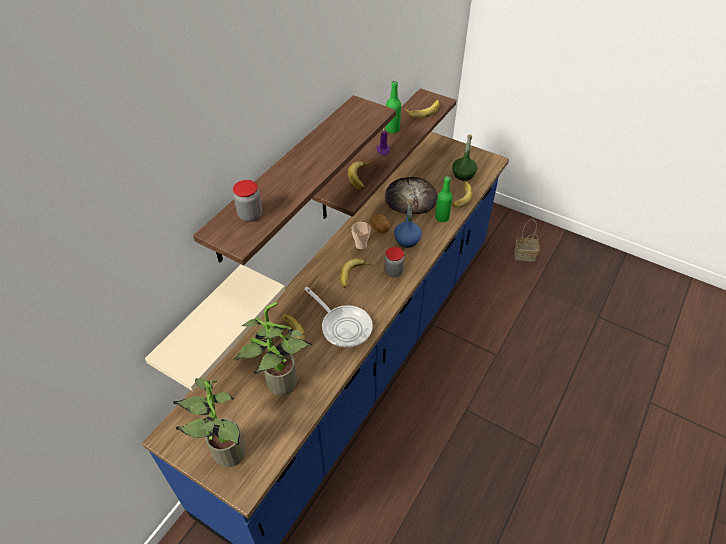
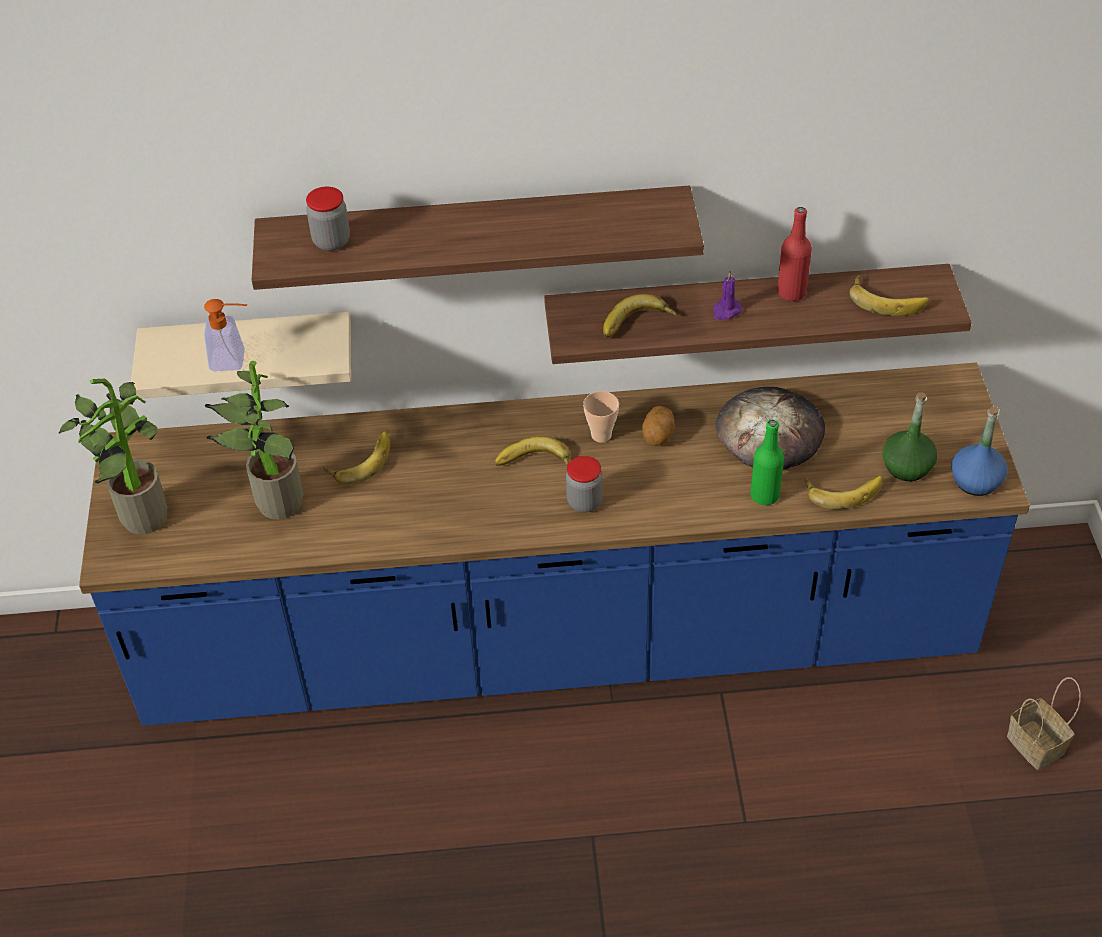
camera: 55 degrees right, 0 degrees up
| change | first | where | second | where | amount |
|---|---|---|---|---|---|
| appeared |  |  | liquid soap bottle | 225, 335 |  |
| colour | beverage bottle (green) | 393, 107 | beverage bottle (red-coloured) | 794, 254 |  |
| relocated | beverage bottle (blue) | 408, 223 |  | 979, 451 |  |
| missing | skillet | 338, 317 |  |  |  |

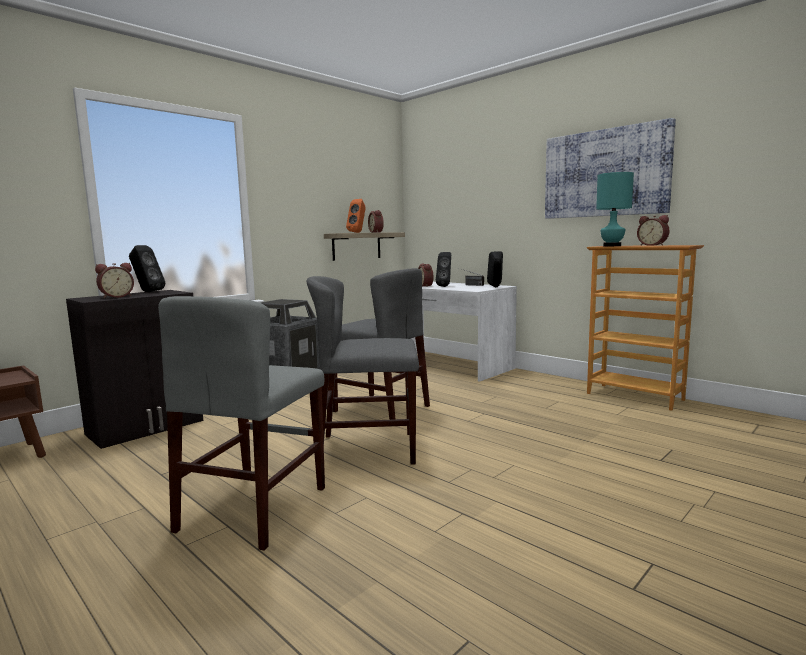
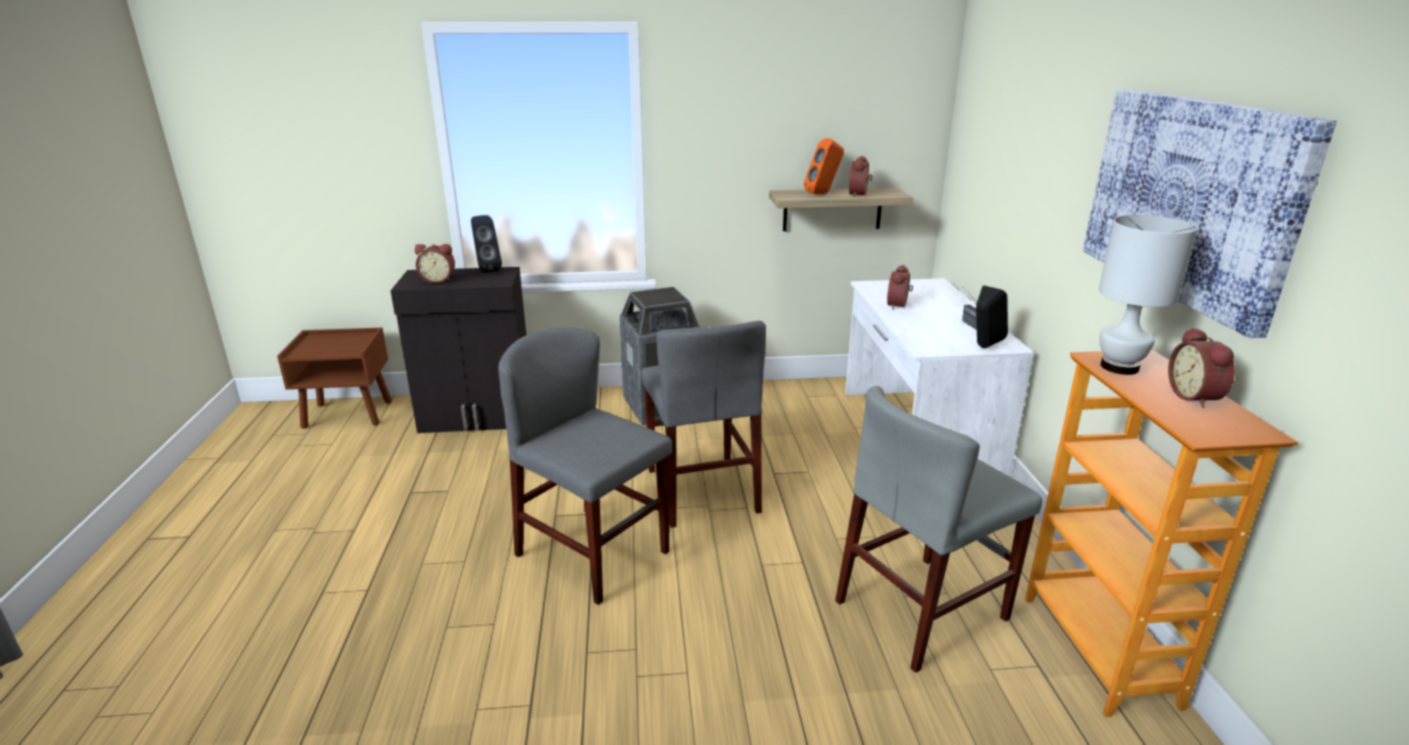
camera: 40 degrees right, 15 degrees up
| change | first | where | second | where | amount |
|---|---|---|---|---|---|
| relocated | plain chair (greyish) | 241, 423 |  | 938, 529 |  |
| colour | lamp for a table (blue-green) | 615, 209 | lamp for a table (white-coloured) | 1148, 295 |  |
| missing | loudspeaker (blackish) | 443, 269 |  |  |  |

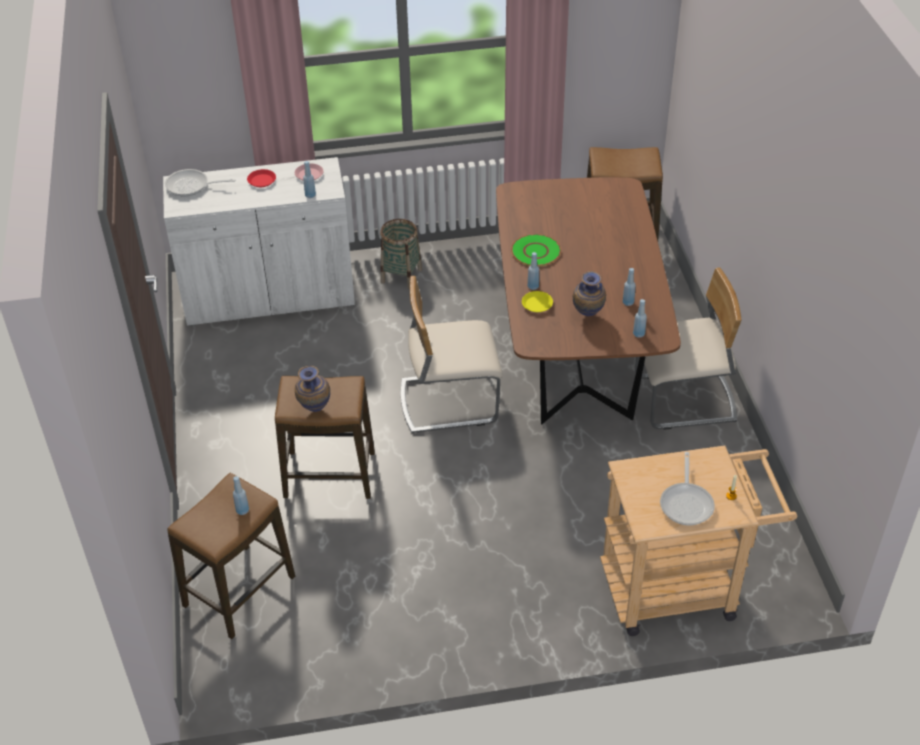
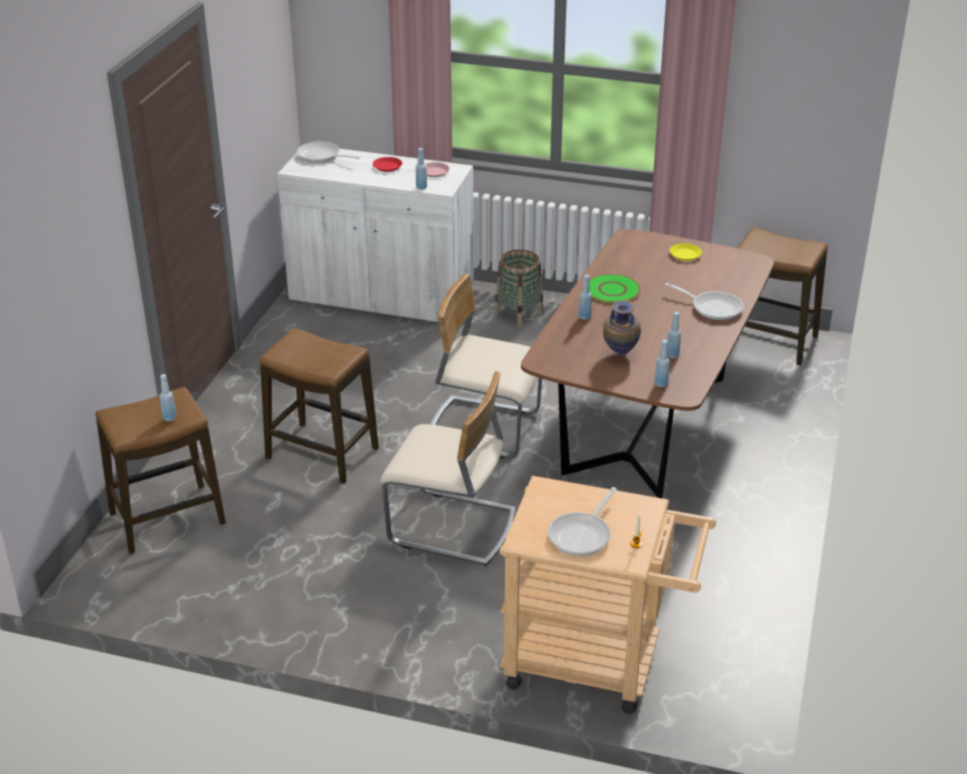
camera: 25 degrees right, 10 degrees down
| change | first | where | second | where | amount |
|---|---|---|---|---|---|
| relocated | plain chair (beige) | 688, 348 |  | 447, 468 |  |
| appeared |  |  | skillet | 704, 301 |  |
| relocated | flat dish (yellow-coloured) | 537, 301 |  | 686, 252 |  |
| missing | flower vase | 312, 389 |  |  |  |

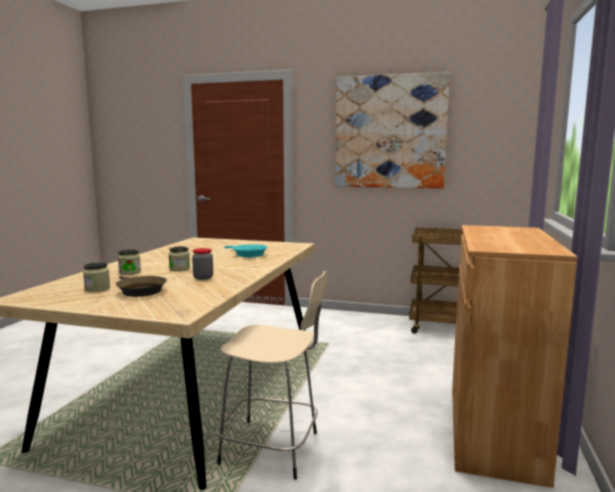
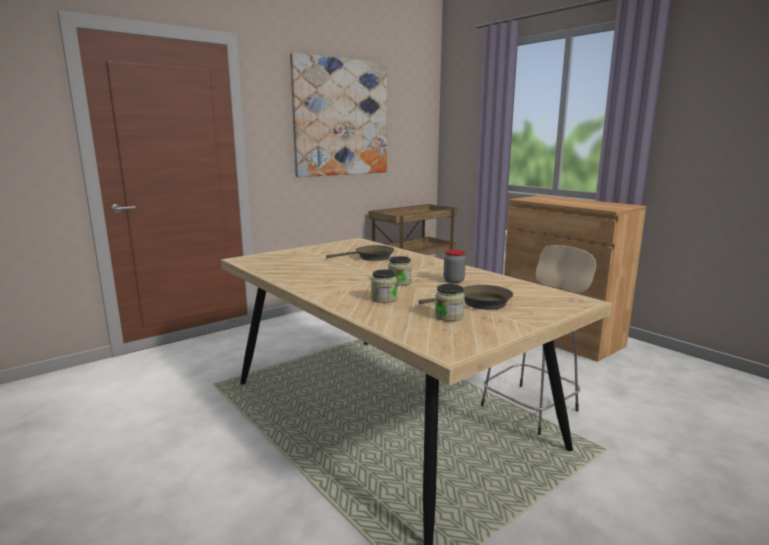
camera: 55 degrees left, 5 degrees up
| change | first | where | second | where | amount |
|---|---|---|---|---|---|
| colour | skillet (blue-green) | 246, 250 | skillet (brownish) | 360, 253 |  |

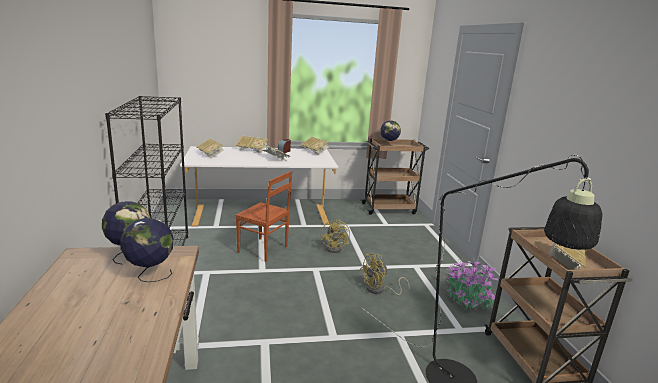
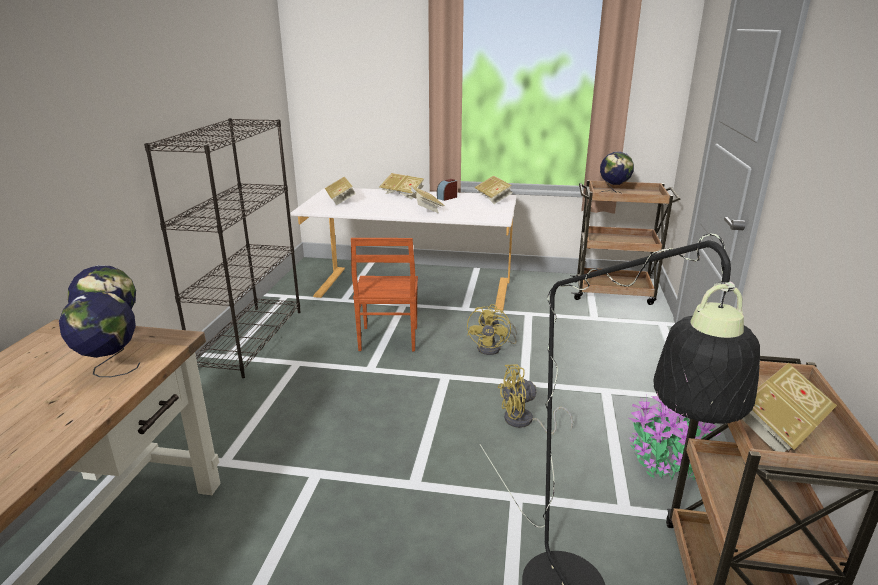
camera: 20 degrees right, 5 degrees up
| change | first | where | second | where | amount |
|---|---|---|---|---|---|
| spun | plain chair (brownish) | 263, 216 |  | 384, 294 | 45 degrees clockwise |

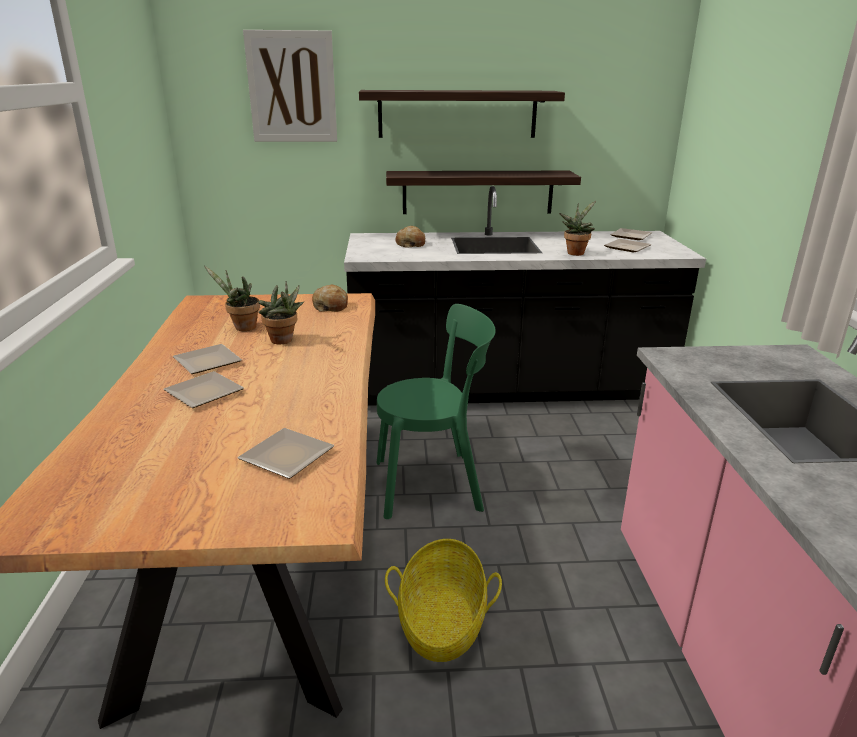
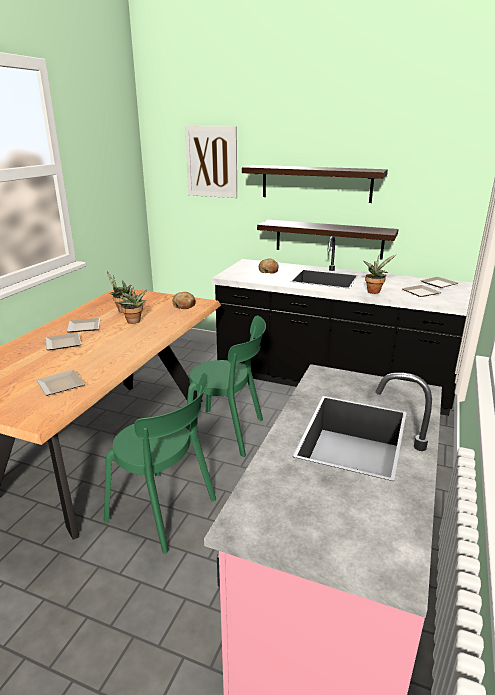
camera: 25 degrees right, 0 degrees up
| change | first | where | second | where | amount |
|---|---|---|---|---|---|
| exchanged | storage basket | 443, 600 | plain chair (green) | 160, 463 |  |

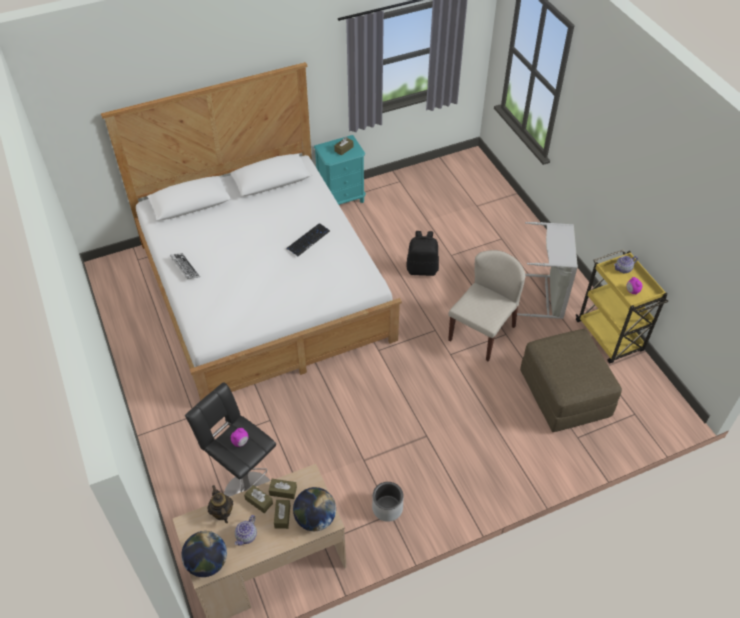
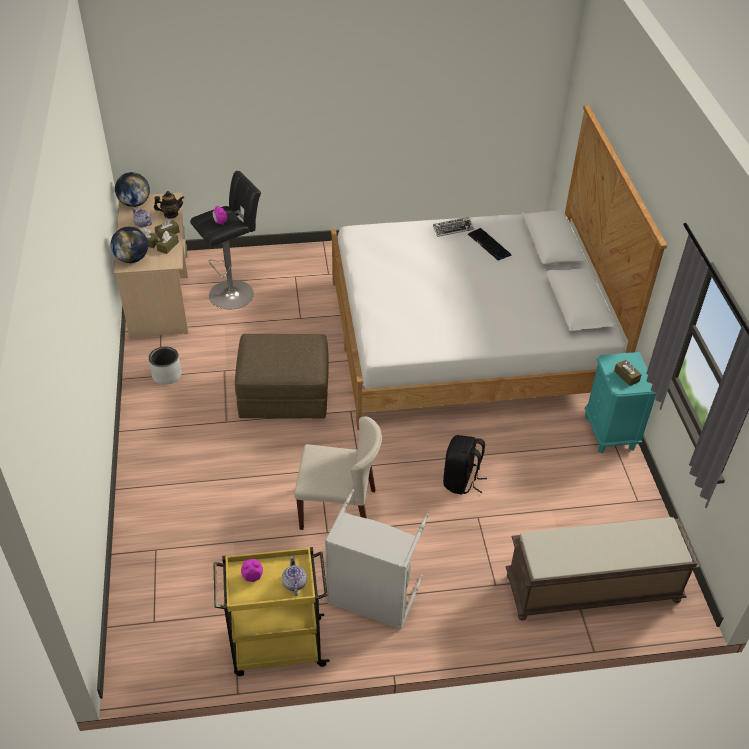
camera: 105 degrees right, 5 degrees down
| change | first | where | second | where | amount |
|---|---|---|---|---|---|
| relocated | pouffe (brownish) | 571, 380 |  | 282, 376 |  |
| spun | plain chair (beige) | 486, 305 |  | 338, 473 | 45 degrees counterclockwise |
| relocated | PC keyboard | 308, 240 |  | 489, 244 |  |
| appeared |  |  | bench (brownish) | 603, 569 |  |

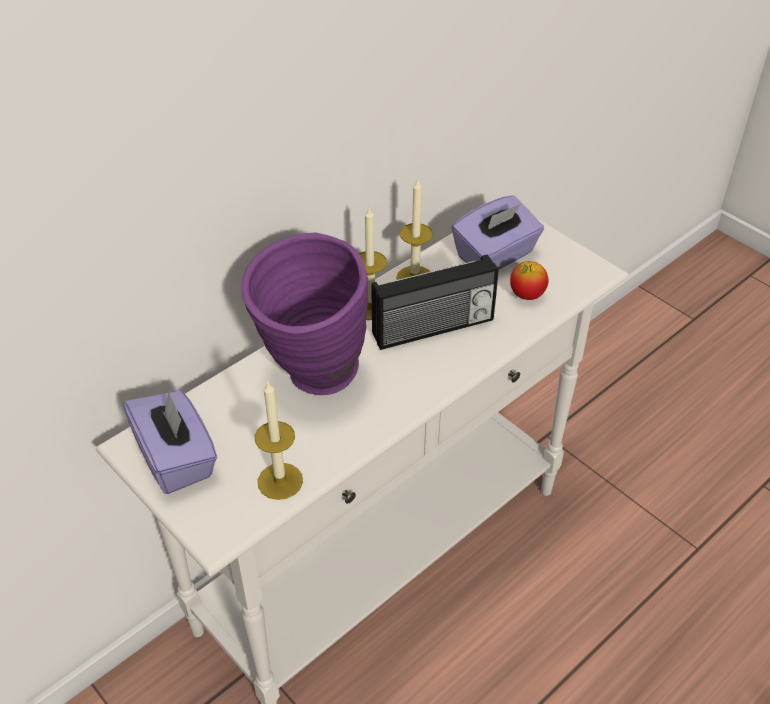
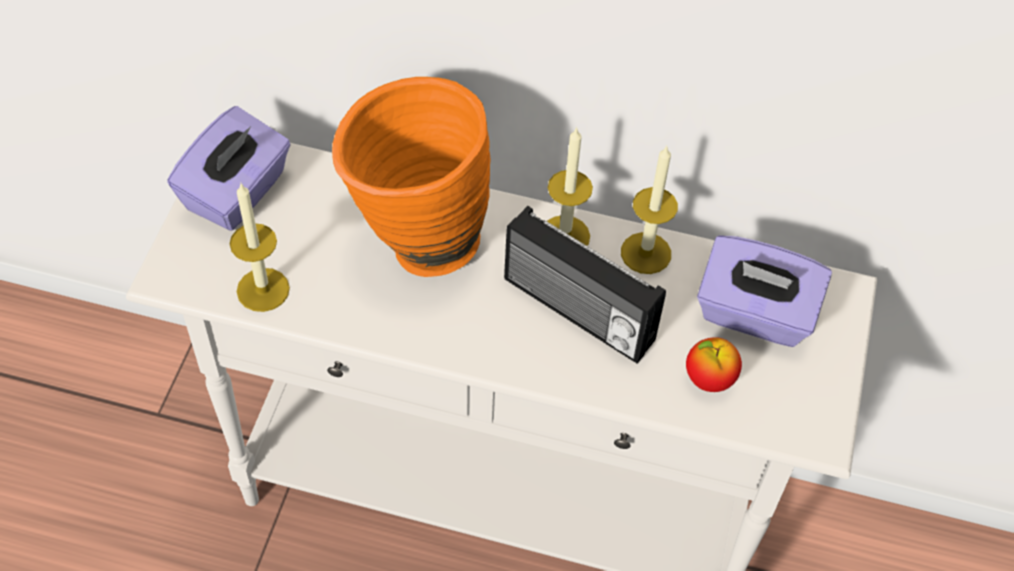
camera: 55 degrees right, 10 degrees up
| change | first | where | second | where | amount |
|---|---|---|---|---|---|
| colour | flower vase (purple-coloured) | 304, 314 | flower vase (orangey) | 411, 177 |  |

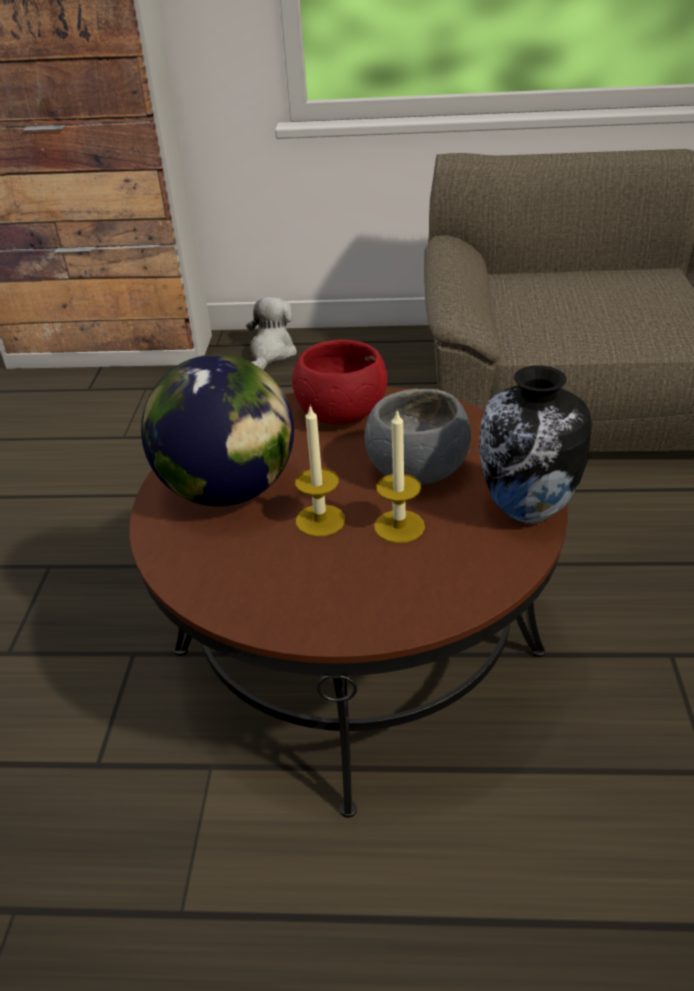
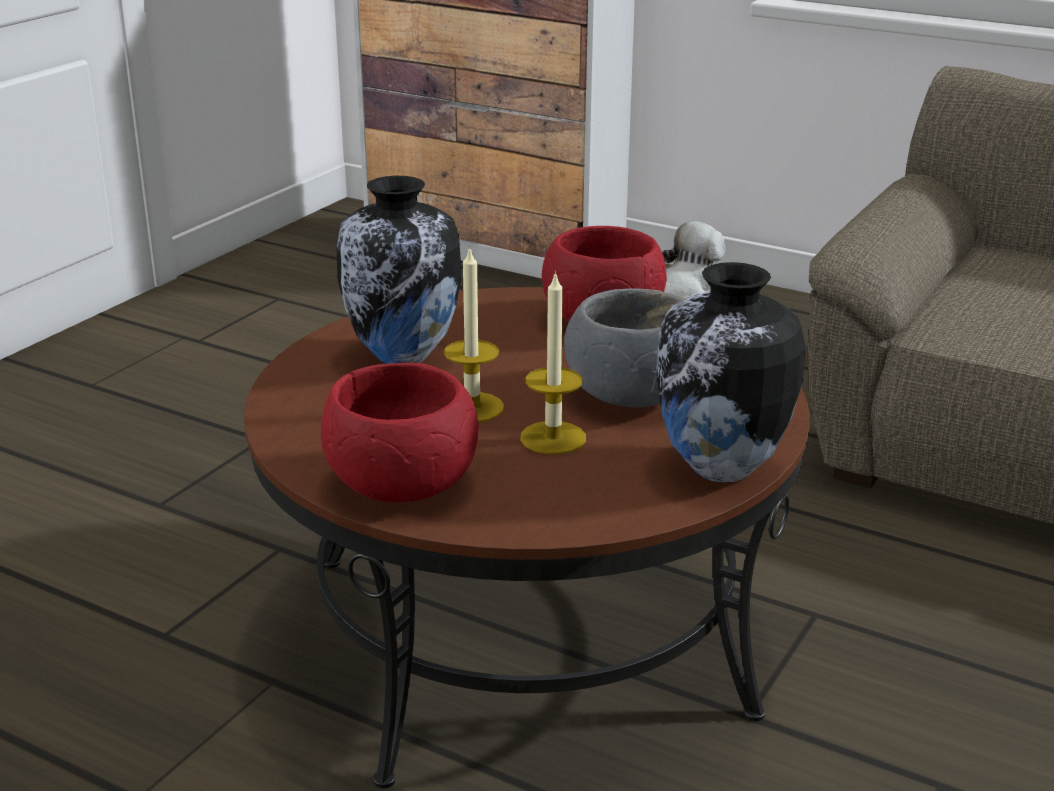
camera: 25 degrees right, 10 degrees down
| change | first | where | second | where | amount |
|---|---|---|---|---|---|
| appeared |  |  | deep dish (red-coloured) | 400, 432 |  |
| exchanged | desk globe | 217, 430 | flower vase | 398, 270 |  |

